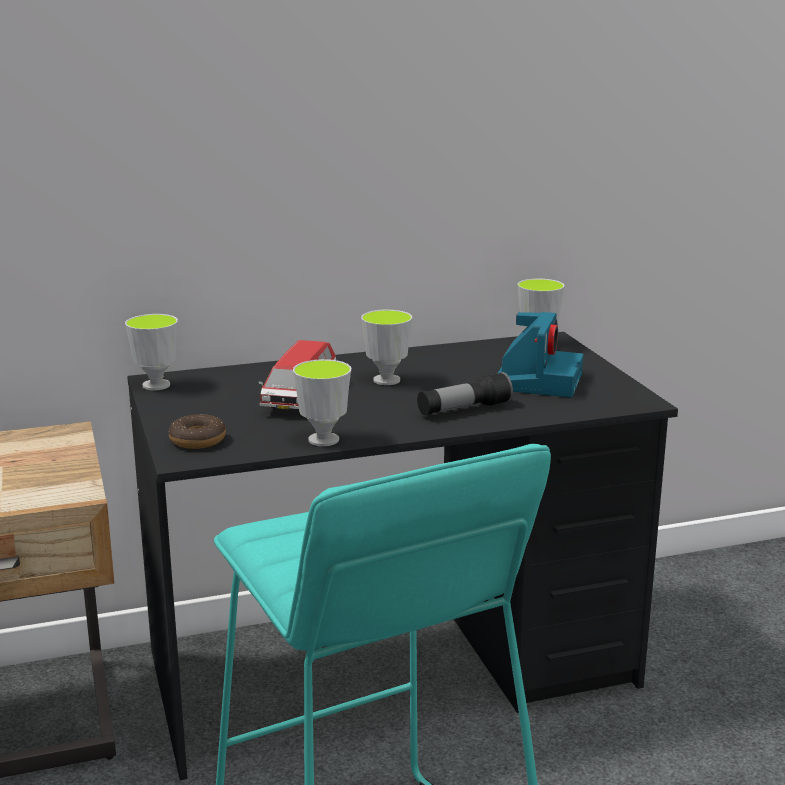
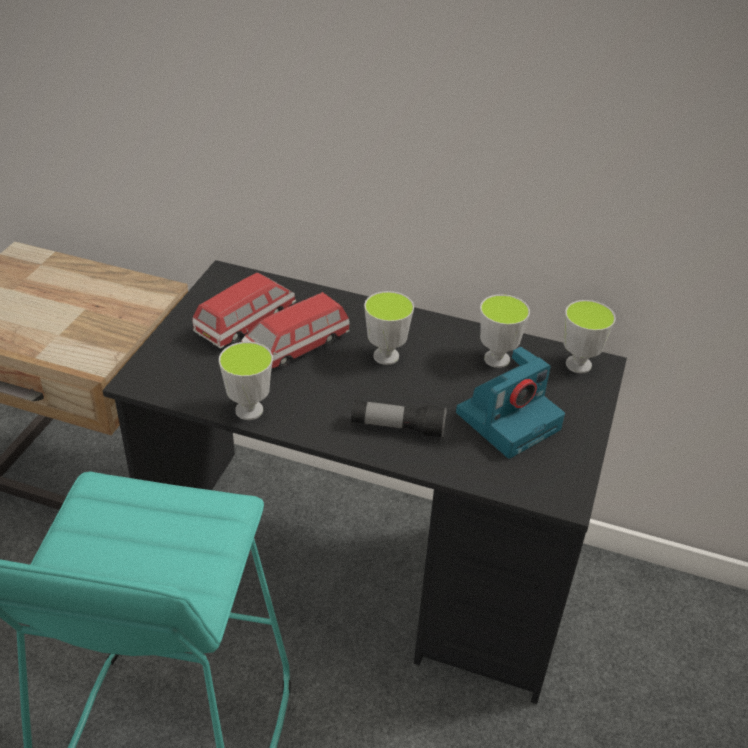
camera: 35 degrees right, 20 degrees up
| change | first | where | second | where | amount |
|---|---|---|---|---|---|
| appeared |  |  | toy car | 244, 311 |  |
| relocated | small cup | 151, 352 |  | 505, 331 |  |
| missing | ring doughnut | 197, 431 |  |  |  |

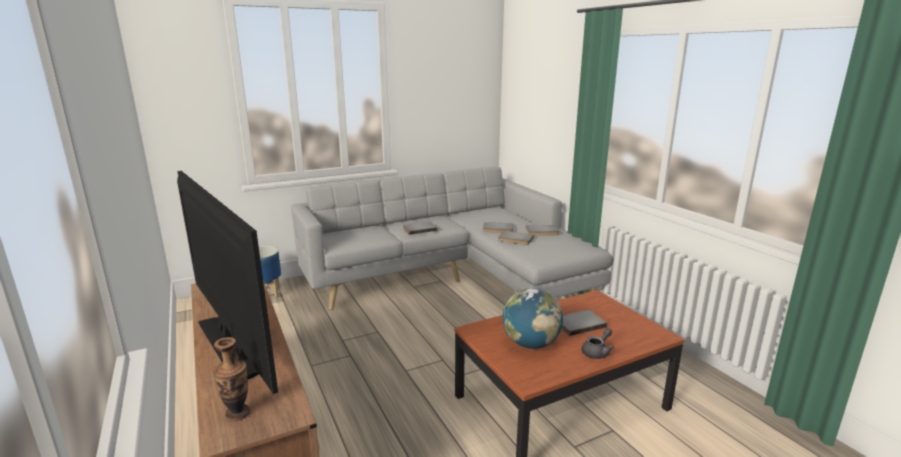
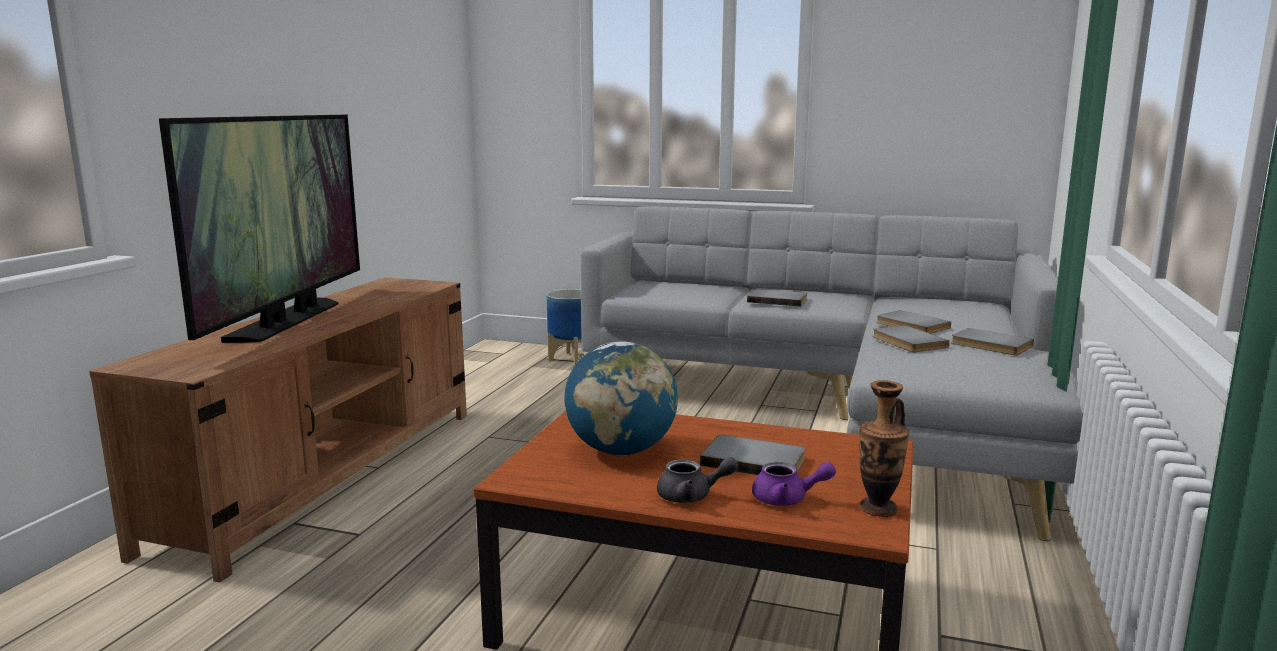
camera: 45 degrees right, 5 degrees down
| change | first | where | second | where | amount |
|---|---|---|---|---|---|
| appeared |  |  | tea pot (purple-coloured) | 794, 484 |  |
| relocated | flower vase | 231, 379 |  | 884, 448 |  |

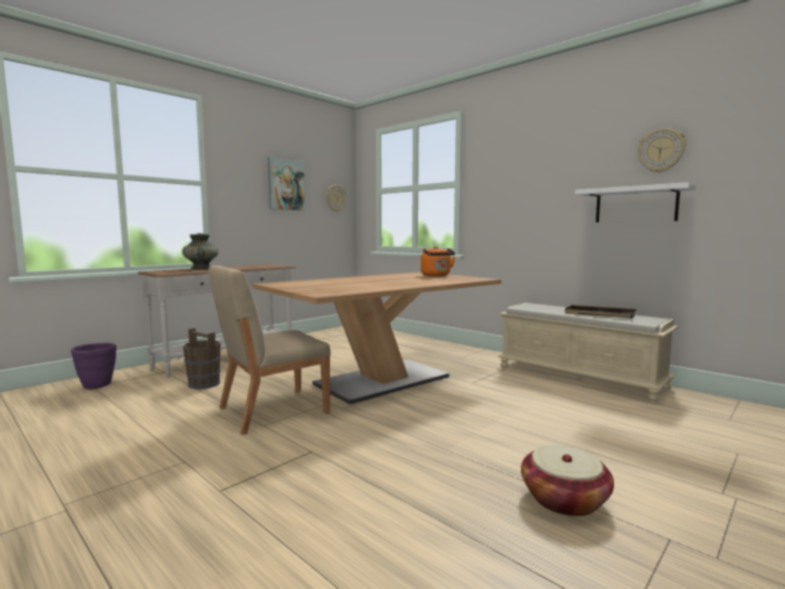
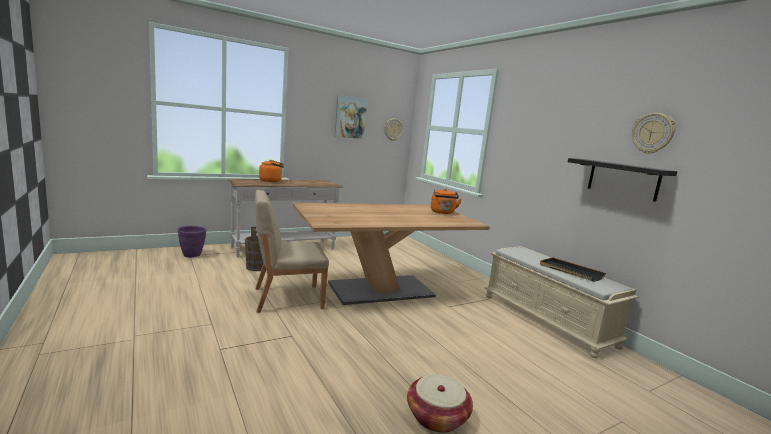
camera: 15 degrees right, 5 degrees up
| change | first | where | second | where | amount |
|---|---|---|---|---|---|
| exchanged | flower vase (blue-green) | 200, 251 | tea kettle (orangey) | 271, 171 |  |
| colour | shelf (white-coloured) | 635, 202 | shelf (blackish) | 622, 180 |  |

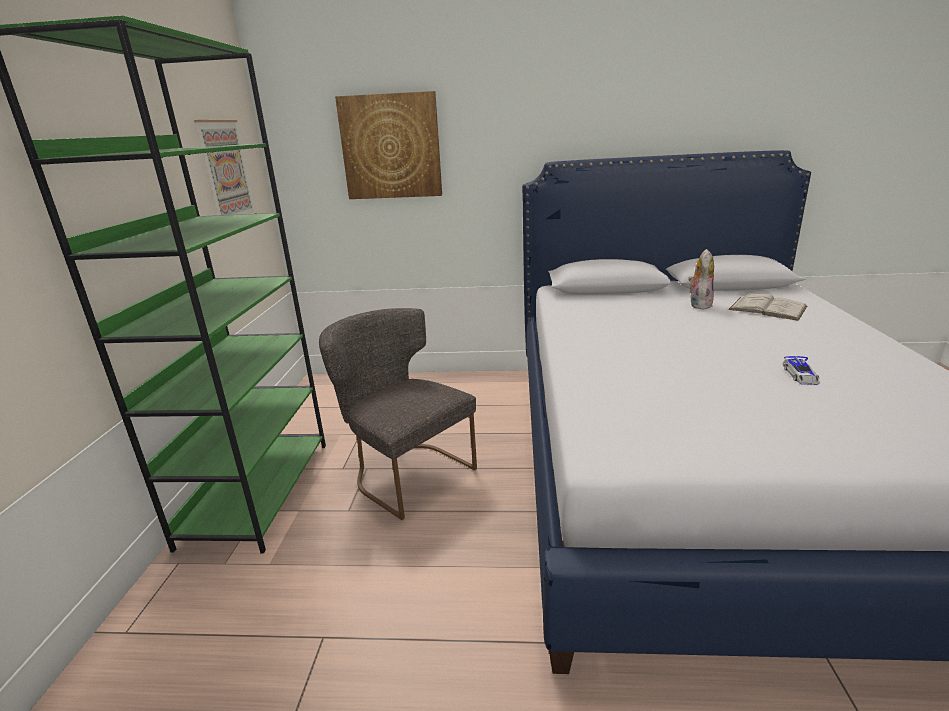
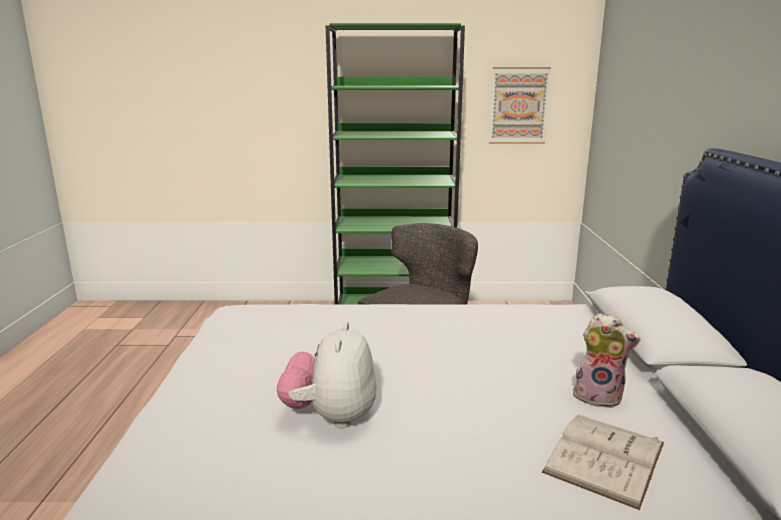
camera: 85 degrees right, 5 degrees down
| change | first | where | second | where | amount |
|---|---|---|---|---|---|
| exchanged | toy car | 801, 370 | soft toy | 326, 375 |  |
| missing | picture | 388, 145 |  |  |  |

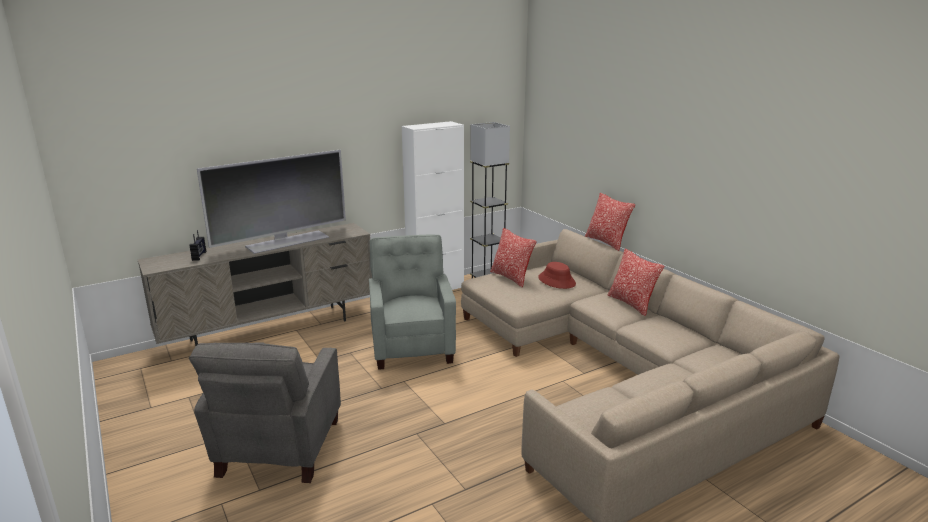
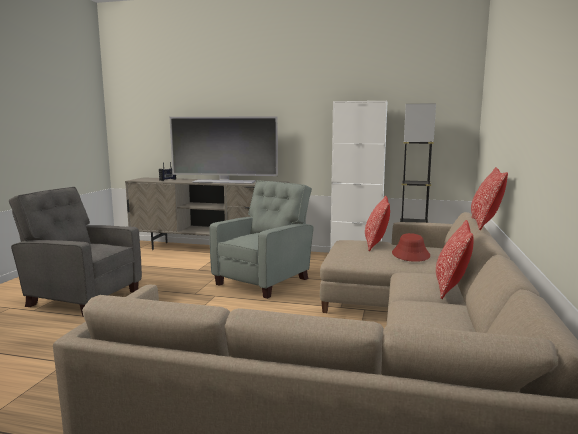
camera: 45 degrees right, 10 degrees down
| change | first | where | second | where | amount |
|---|---|---|---|---|---|
| spun | lounge chair (greyish) | 265, 412 |  | 75, 252 | 60 degrees clockwise |

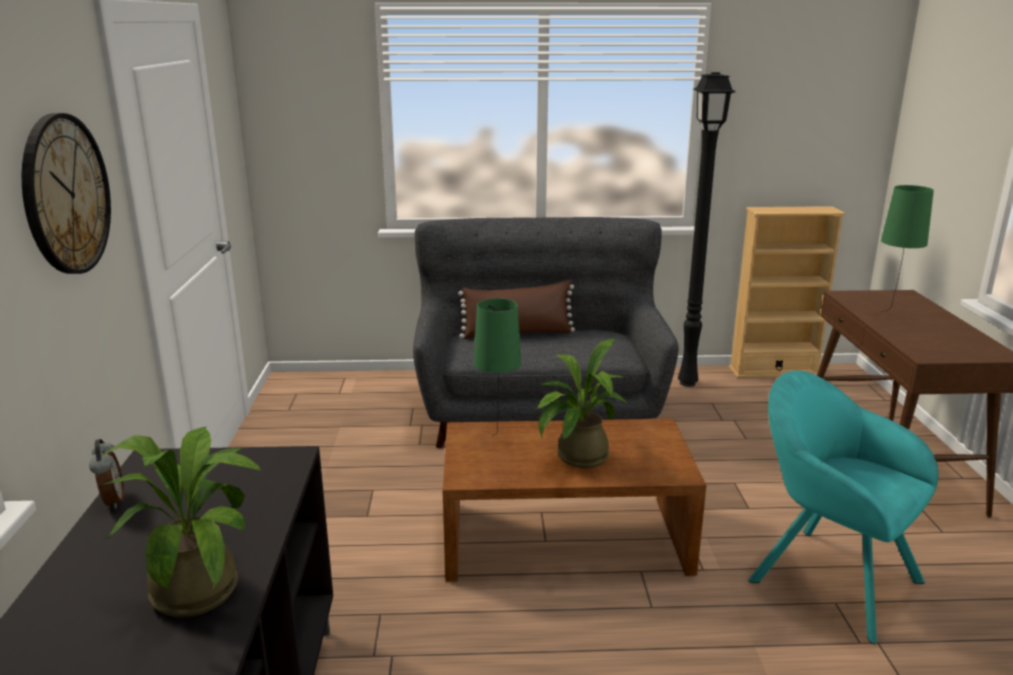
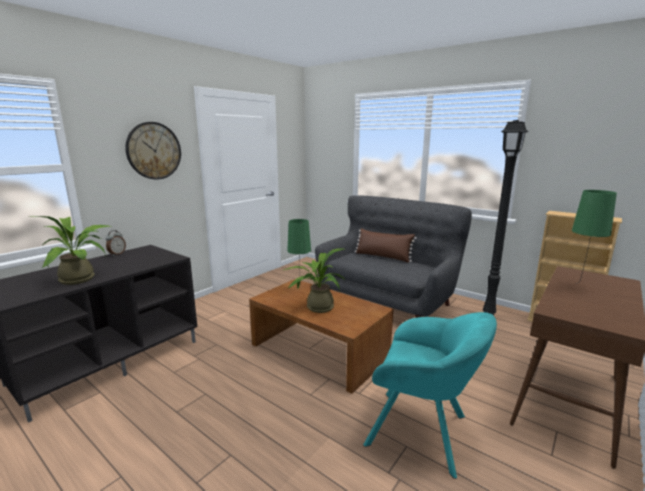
camera: 40 degrees right, 5 degrees down
| change | first | where | second | where | amount |
|---|---|---|---|---|---|
| spun | lounge chair (blue-green) | 843, 507 |  | 430, 395 | 120 degrees clockwise |

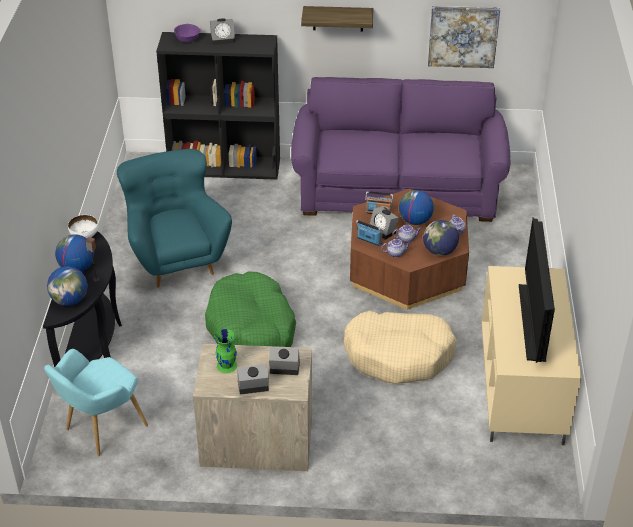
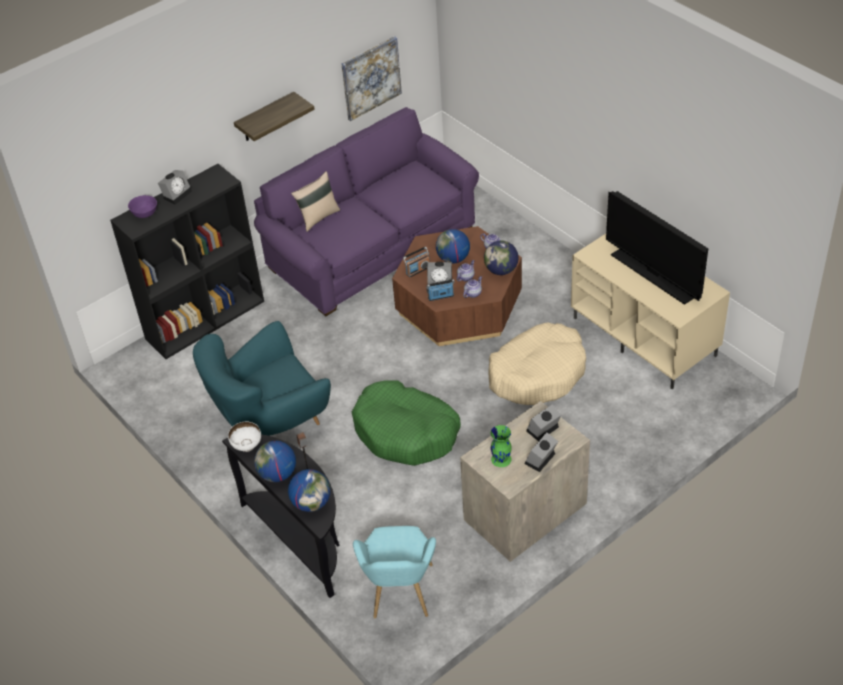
camera: 40 degrees left, 5 degrees up
| change | first | where | second | where | amount |
|---|---|---|---|---|---|
| spun | lounge chair (blue-green) | 174, 218 |  | 262, 378 | 60 degrees counterclockwise |
| appeared |  |  | cushion (beige) | 315, 201 |  |

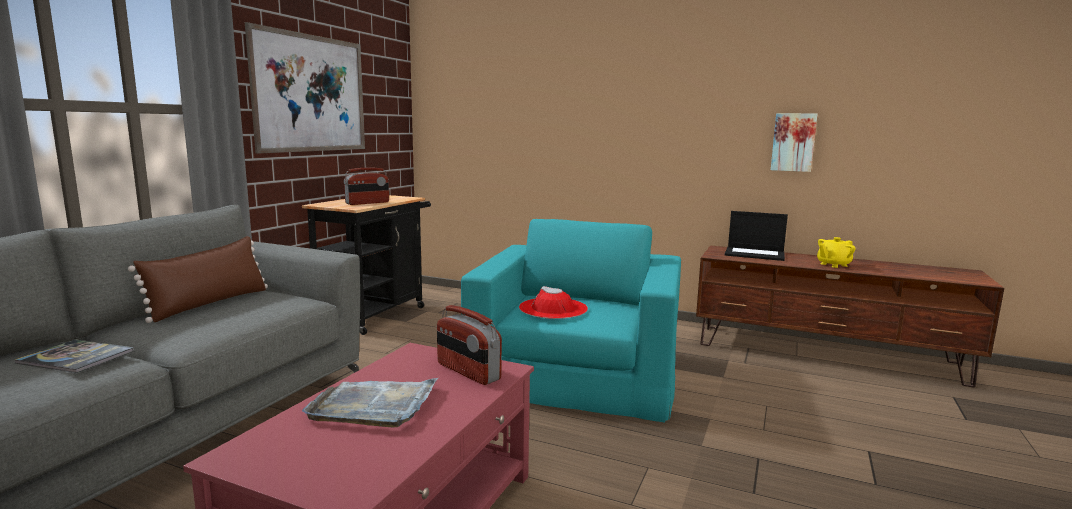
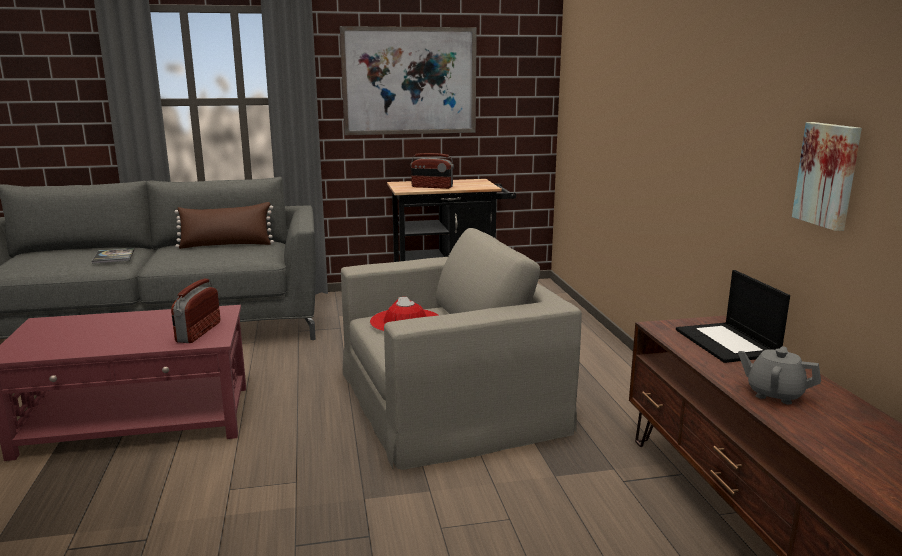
camera: 55 degrees right, 5 degrees up
| change | first | where | second | where | amount |
|---|---|---|---|---|---|
| colour | lounge chair (blue-green) | 571, 320 | lounge chair (beige) | 461, 349 |  |
| colour | tea pot (yellow-coloured) | 836, 252 | tea pot (greyish) | 779, 375 |  |
| missing | serving tray (greyish) | 370, 402 |  |  |  |

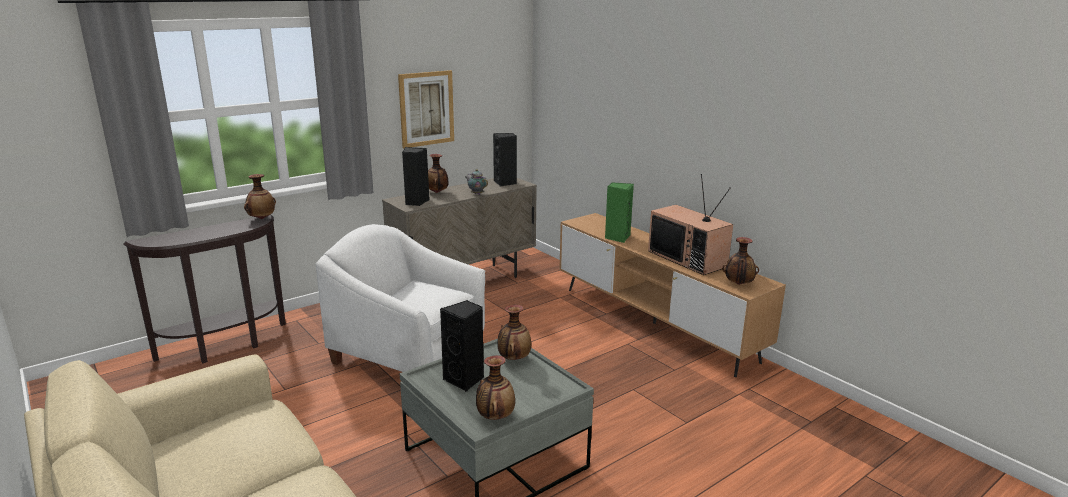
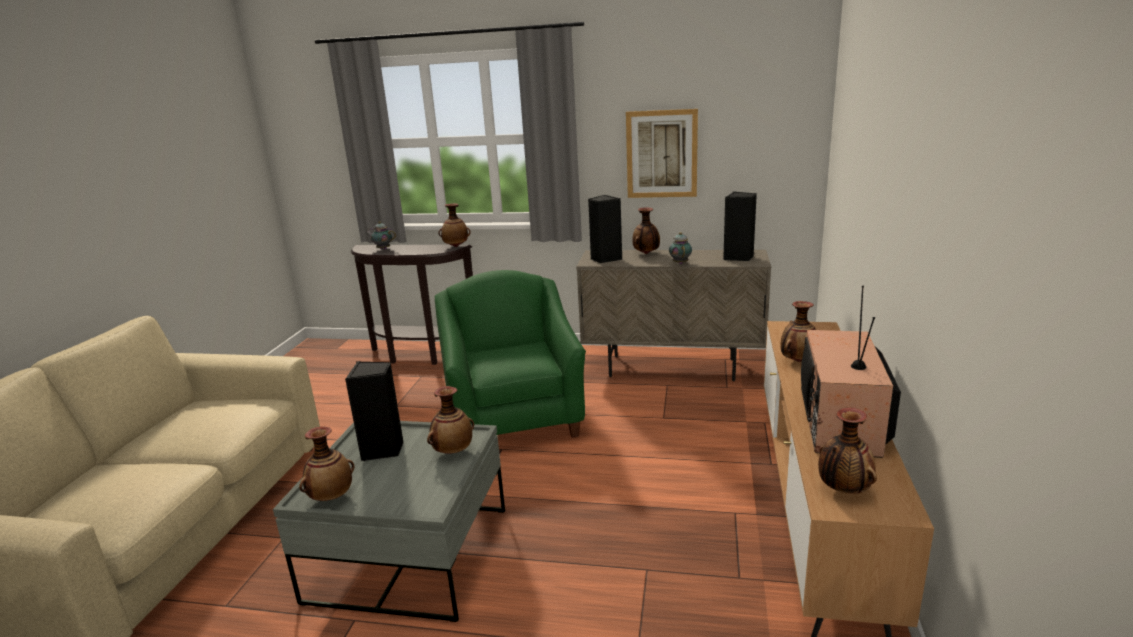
camera: 50 degrees right, 0 degrees up
| change | first | where | second | where | amount |
|---|---|---|---|---|---|
| appeared |  |  | tea pot | 380, 235 |  |
| colour | lounge chair (white-coloured) | 400, 298 | lounge chair (green) | 510, 354 |  |
| exchanged | loudspeaker (green) | 619, 212 | flower vase | 798, 331 |  |

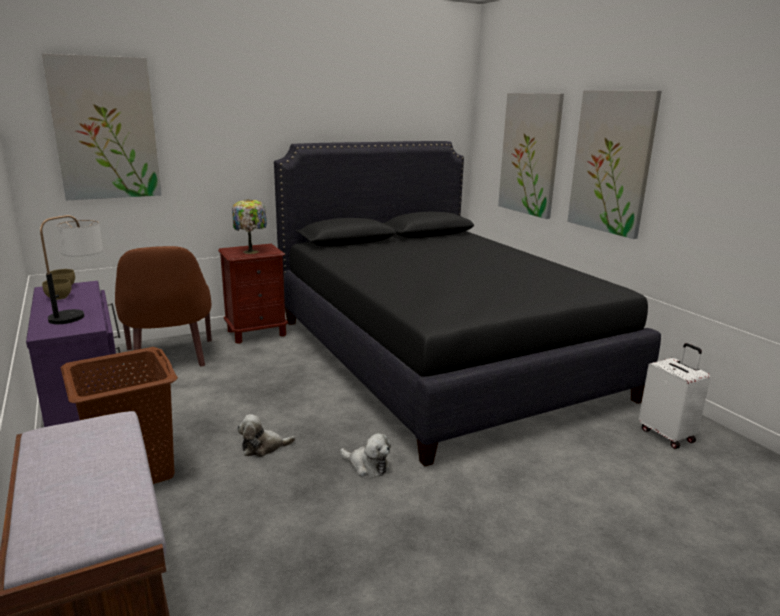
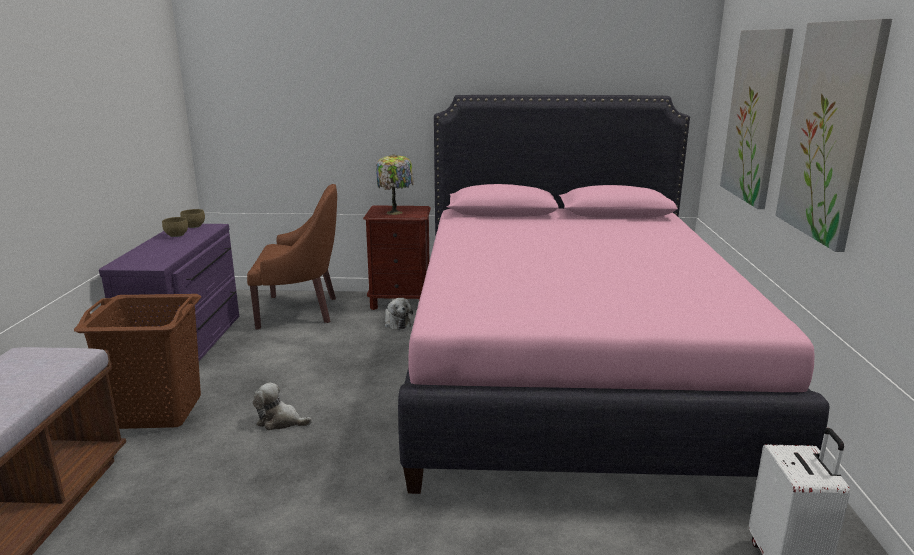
camera: 30 degrees right, 0 degrees up
| change | first | where | second | where | amount |
|---|---|---|---|---|---|
| spun | lounge chair (brownish) | 163, 309 |  | 292, 256 | 105 degrees counterclockwise |
| relocated | soft toy | 365, 455 |  | 398, 314 |  |
| colour | sleeping bed (blackish) | 467, 304 | sleeping bed (pink-coloured) | 614, 294 |  |
| missing | lamp for a table | 71, 269 |  |  |  |
| missing | picture | 102, 126 |  |  |  |

